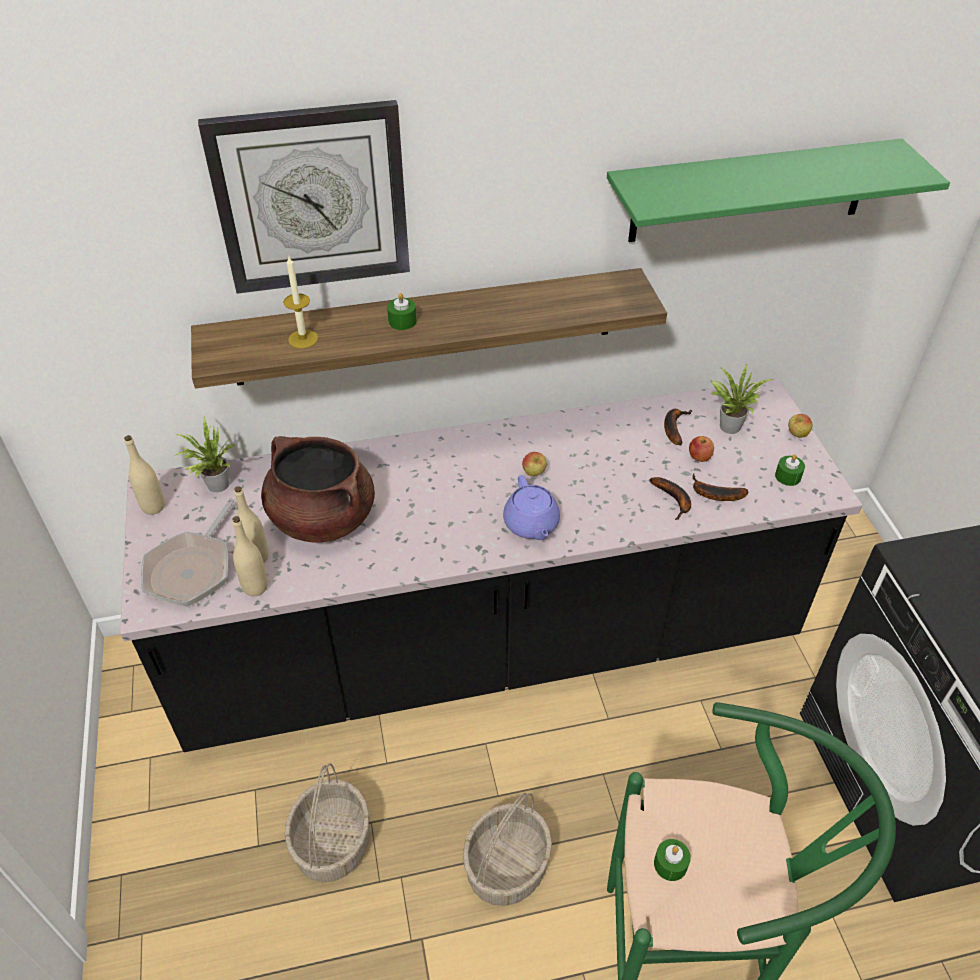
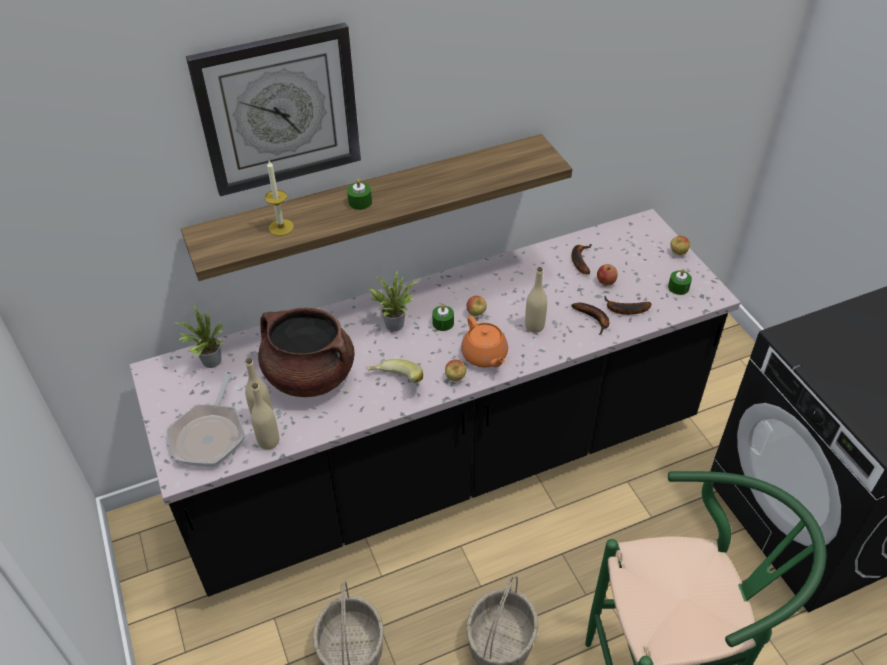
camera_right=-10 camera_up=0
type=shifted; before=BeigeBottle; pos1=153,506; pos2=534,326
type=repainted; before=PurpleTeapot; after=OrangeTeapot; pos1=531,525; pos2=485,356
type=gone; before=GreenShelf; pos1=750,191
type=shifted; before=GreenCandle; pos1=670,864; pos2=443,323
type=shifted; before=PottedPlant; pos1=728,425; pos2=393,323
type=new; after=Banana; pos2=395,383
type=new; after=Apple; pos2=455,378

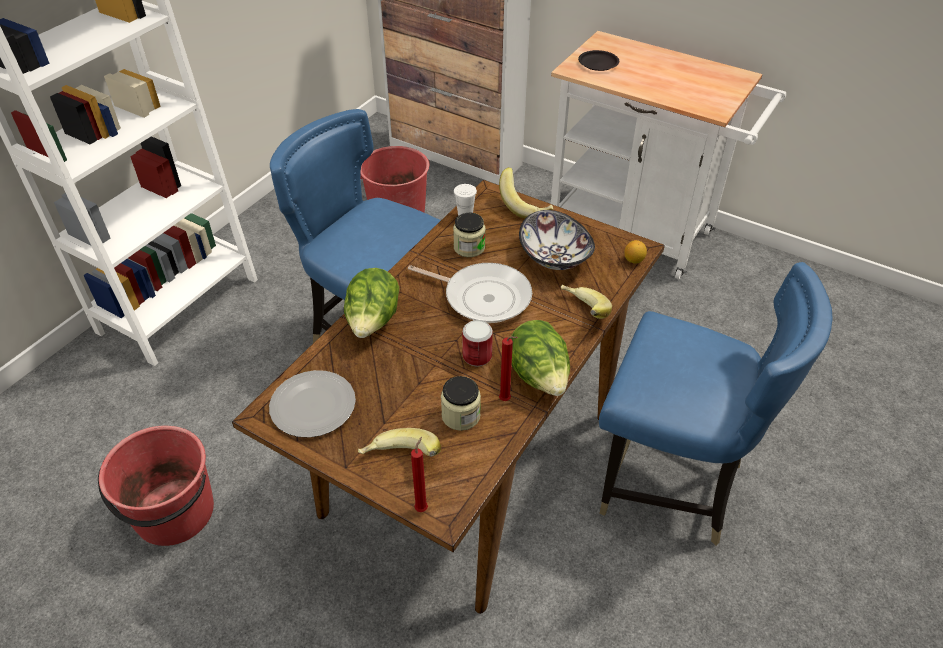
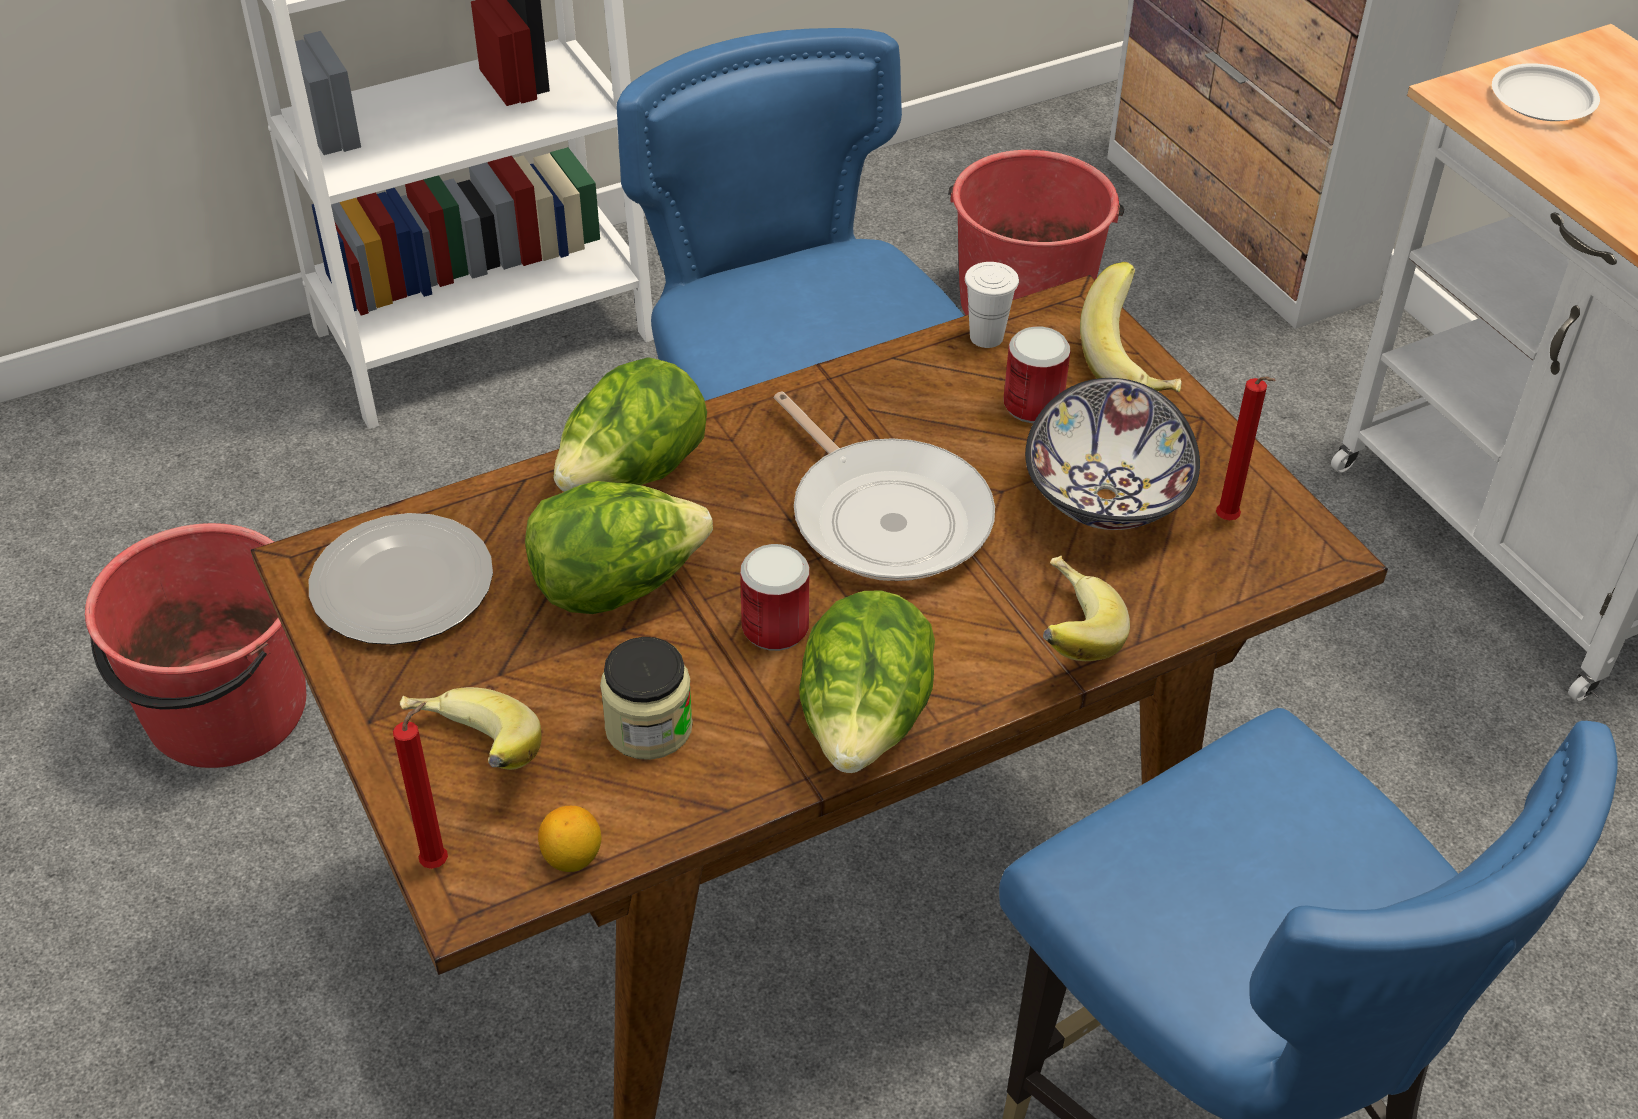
camera_right=30 camera_up=0
type=gone; before=Jar; pos1=469,247
type=shifted; before=RedCandle; pos1=506,400; pos2=1229,522
type=repainted; before=BlackPlate; after=WhitePlate; pos1=598,63; pos2=1541,100
type=shifted; before=Lemon; pos1=634,260; pos2=572,858
type=new; after=Lettuce; pos2=617,586
type=new; after=Can; pos2=1032,405

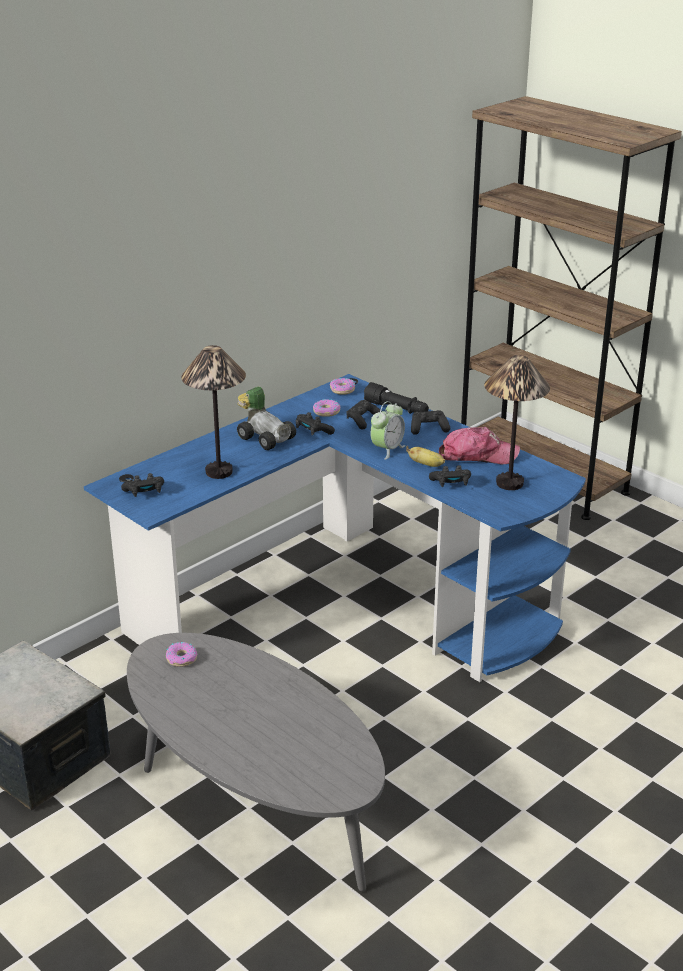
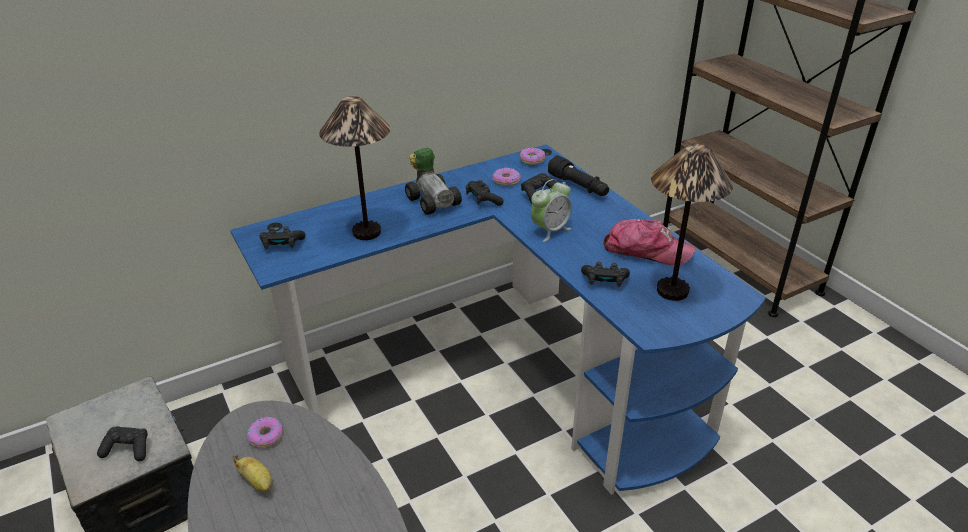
camera_right=15 camera_up=5
type=shifted; before=Banana; pos1=426,465; pos2=258,482
type=shifted; before=BlackGameController; pos1=428,429; pos2=128,449

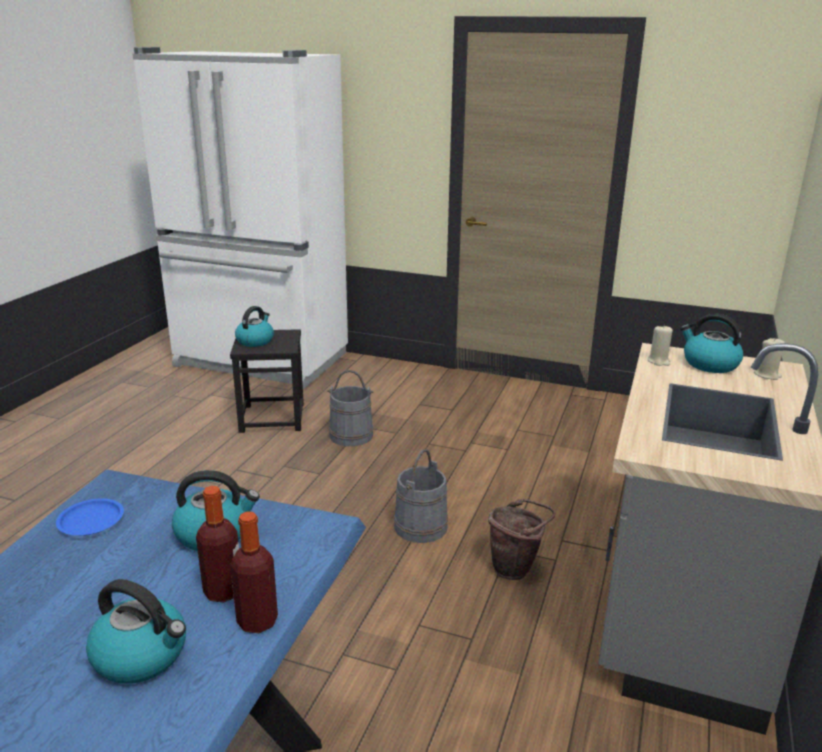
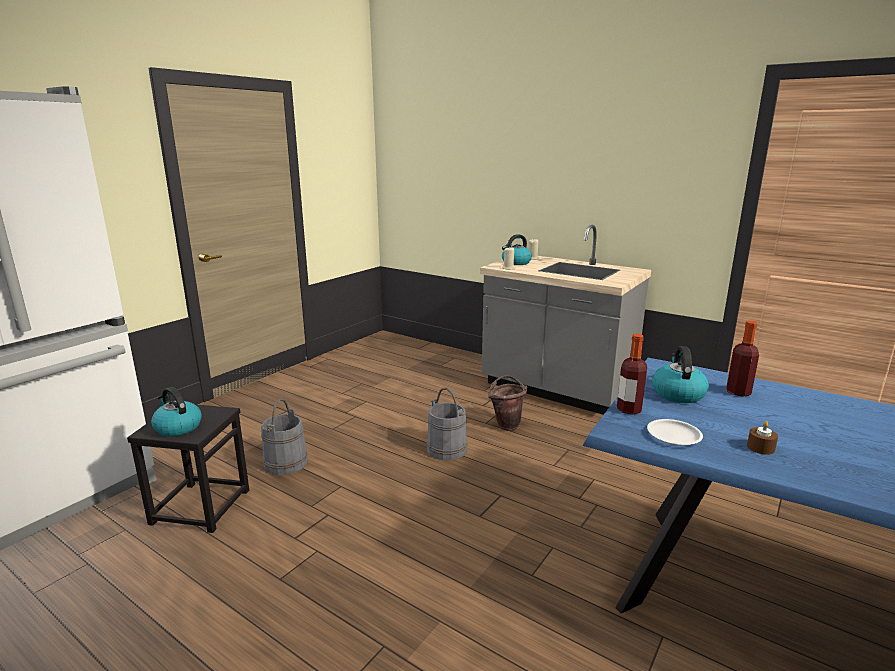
camera_right=-75 camera_up=-5
type=repainted; before=BluePlate; after=WhitePlate; pos1=91,521; pos2=673,435
type=gone; before=Kettle; pos1=142,655
type=shifted; before=Bottle; pos1=257,621; pos2=629,409
type=new; after=BrownCandle; pos2=760,448

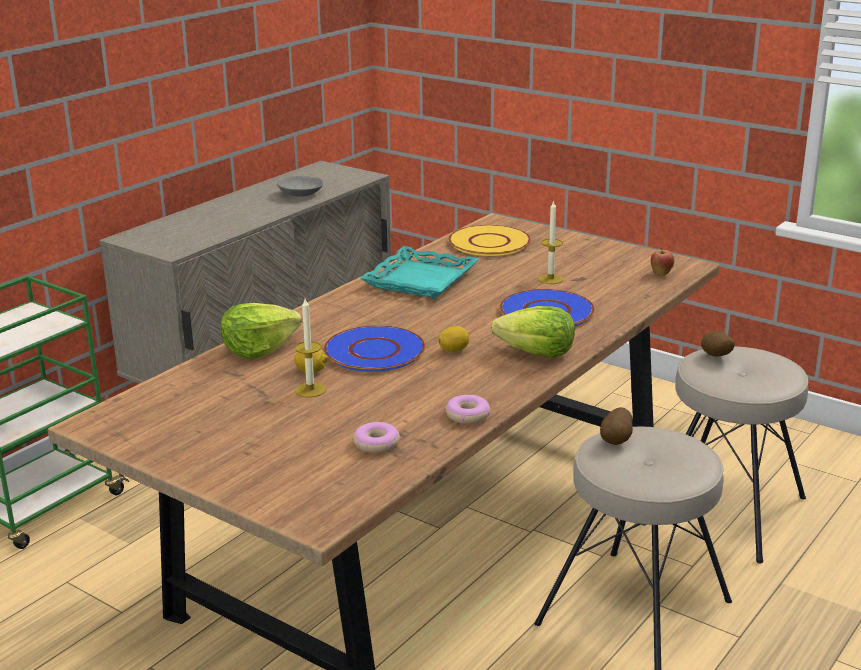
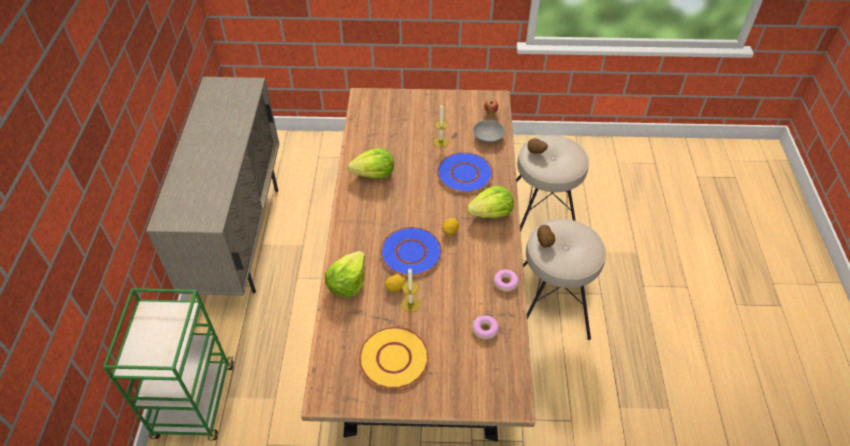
camera_right=-35 camera_up=25
type=shifted; before=GreyBowl; pos1=301,194; pos2=488,136
type=swapped; before=TurquoiseTray; after=Lettuce; pos1=421,280; pos2=374,174
type=shifted; before=YellowPlate; pos1=489,242; pos2=394,358

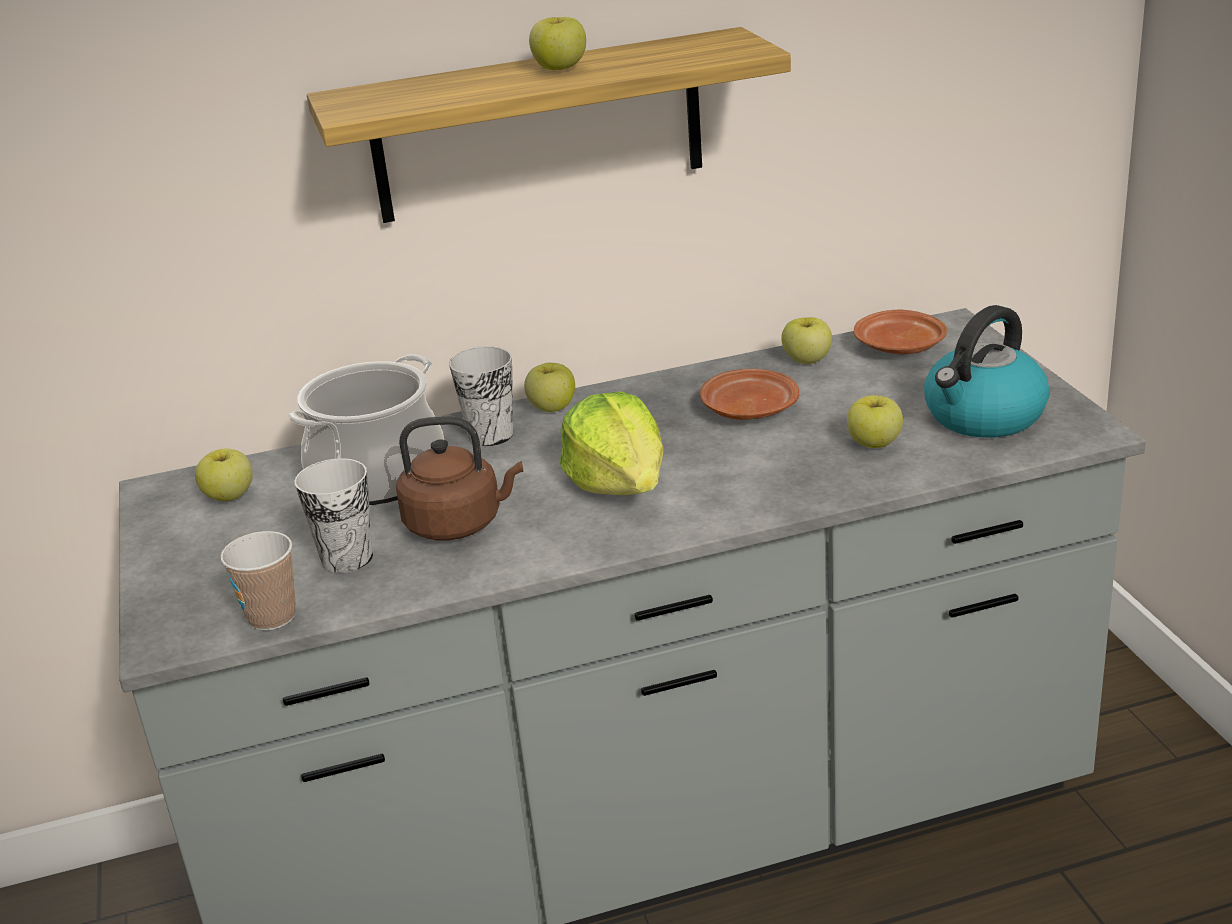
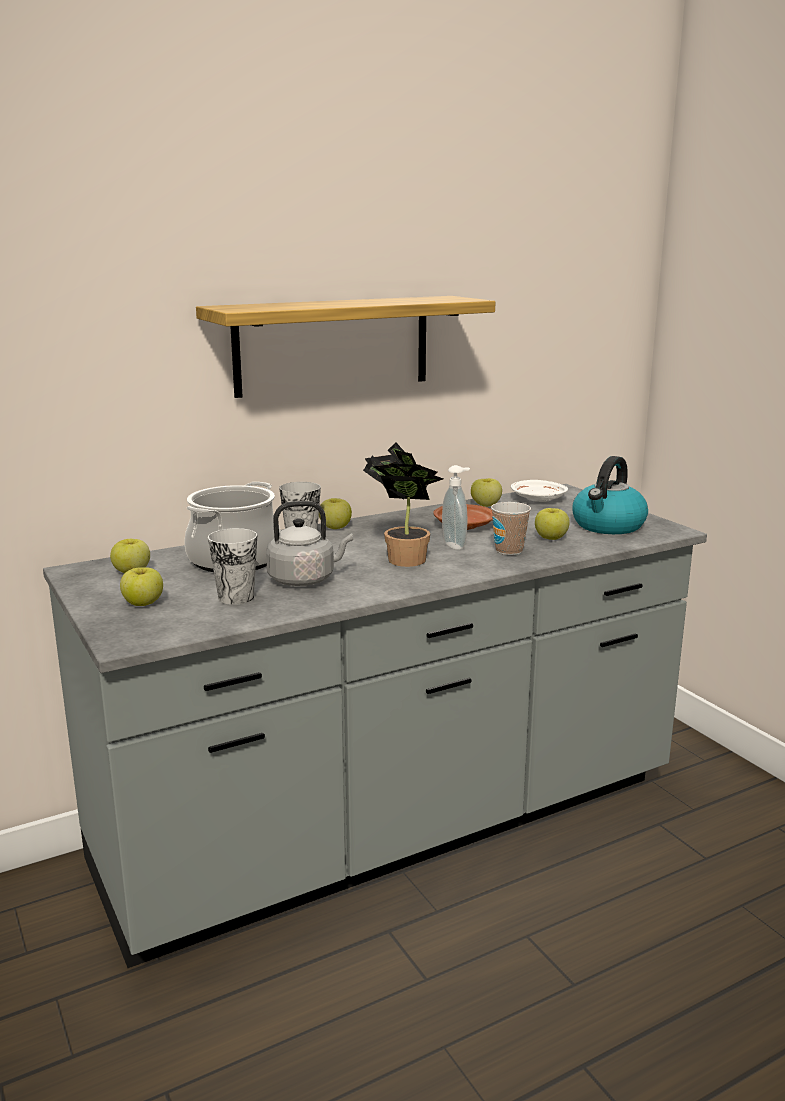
camera_right=-15 camera_up=-10
type=shifted; before=Cup; pos1=272,617; pos2=509,551
type=repainted; before=BrownKettle; after=GreyKettle; pos1=459,524; pos2=305,579
type=shifted; before=Apple; pos1=560,68; pos2=143,603
type=swapped; before=Lettuce; after=PottedPlant; pos1=620,483; pos2=402,559
type=repainted; before=BrownPlate; after=WhitePlate; pos1=900,347; pos2=538,499
type=new; after=SoapDispenser; pos2=456,545

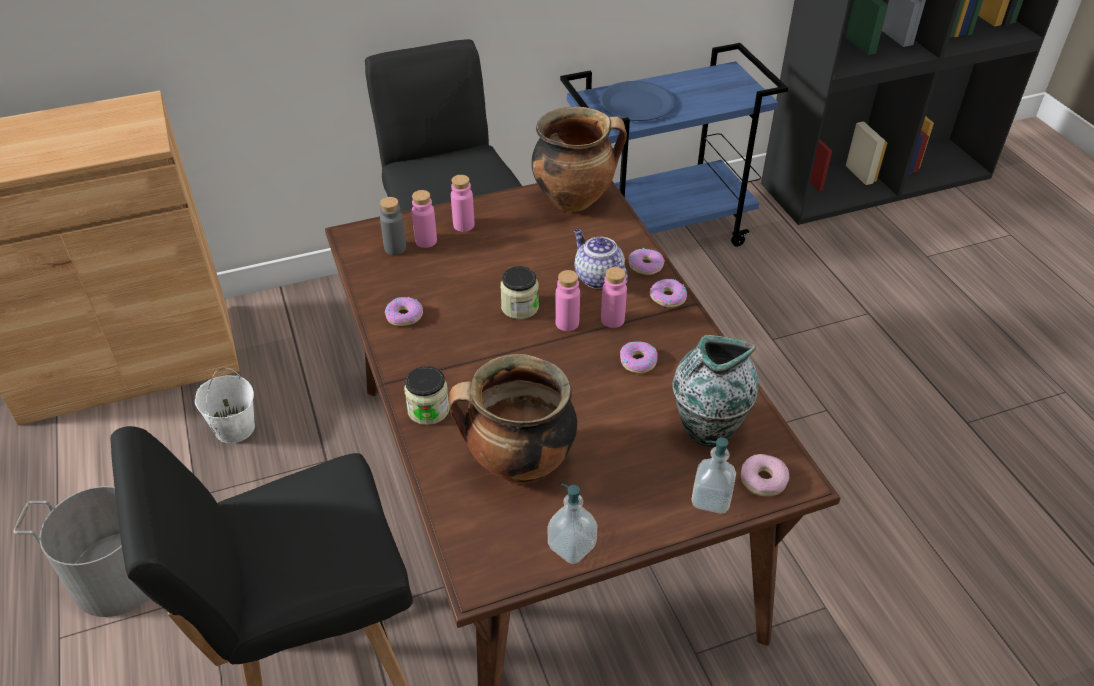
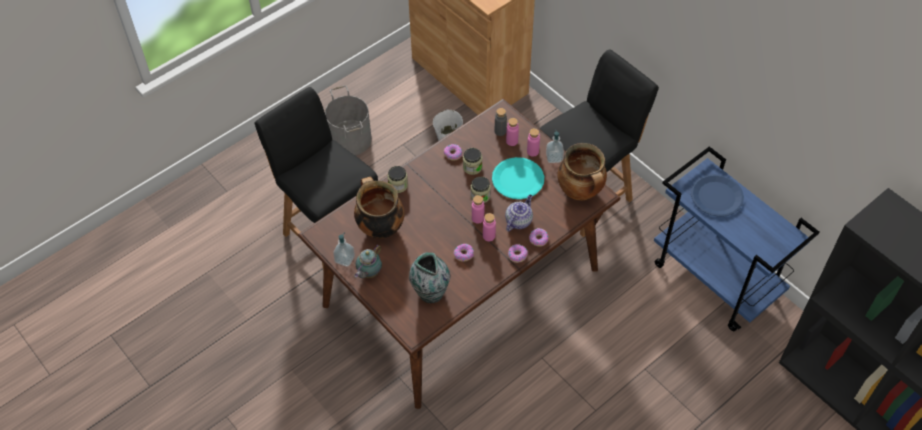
camera_right=70 camera_up=10
type=shifted; before=SoapDispenser; pos1=711,499; pos2=554,157
type=gone; before=Donut; pos1=763,480
type=new; after=Teapot; pos2=369,273
type=new; after=Jar; pos2=472,167
type=new; after=TurquoisePlate; pos2=517,179

